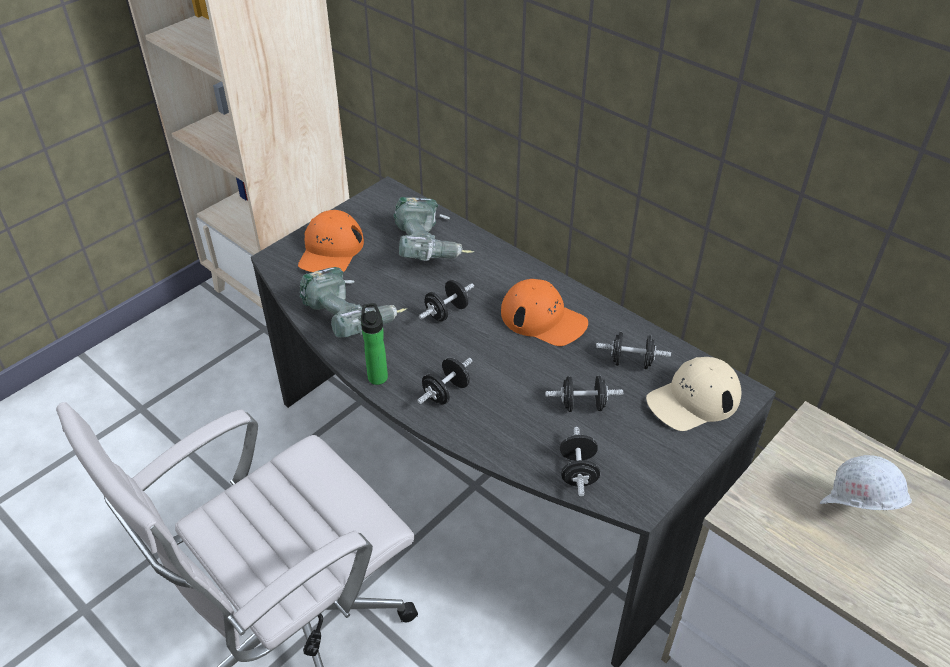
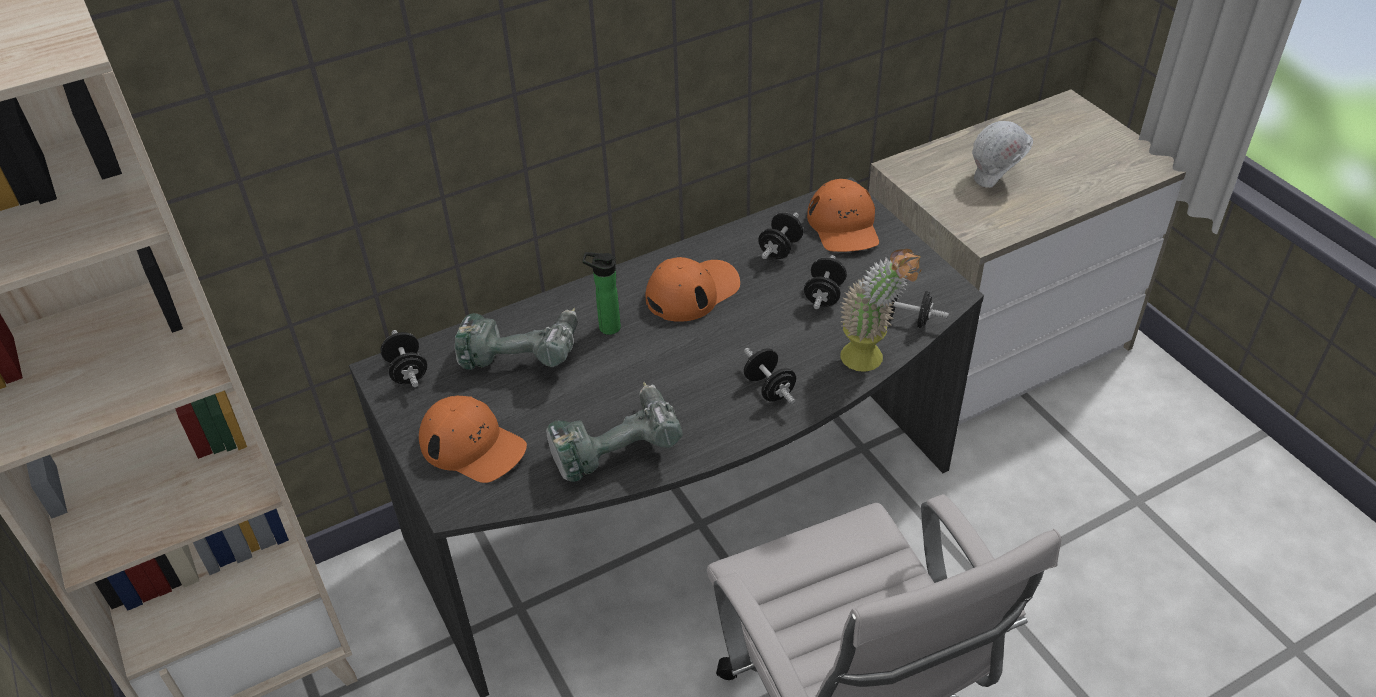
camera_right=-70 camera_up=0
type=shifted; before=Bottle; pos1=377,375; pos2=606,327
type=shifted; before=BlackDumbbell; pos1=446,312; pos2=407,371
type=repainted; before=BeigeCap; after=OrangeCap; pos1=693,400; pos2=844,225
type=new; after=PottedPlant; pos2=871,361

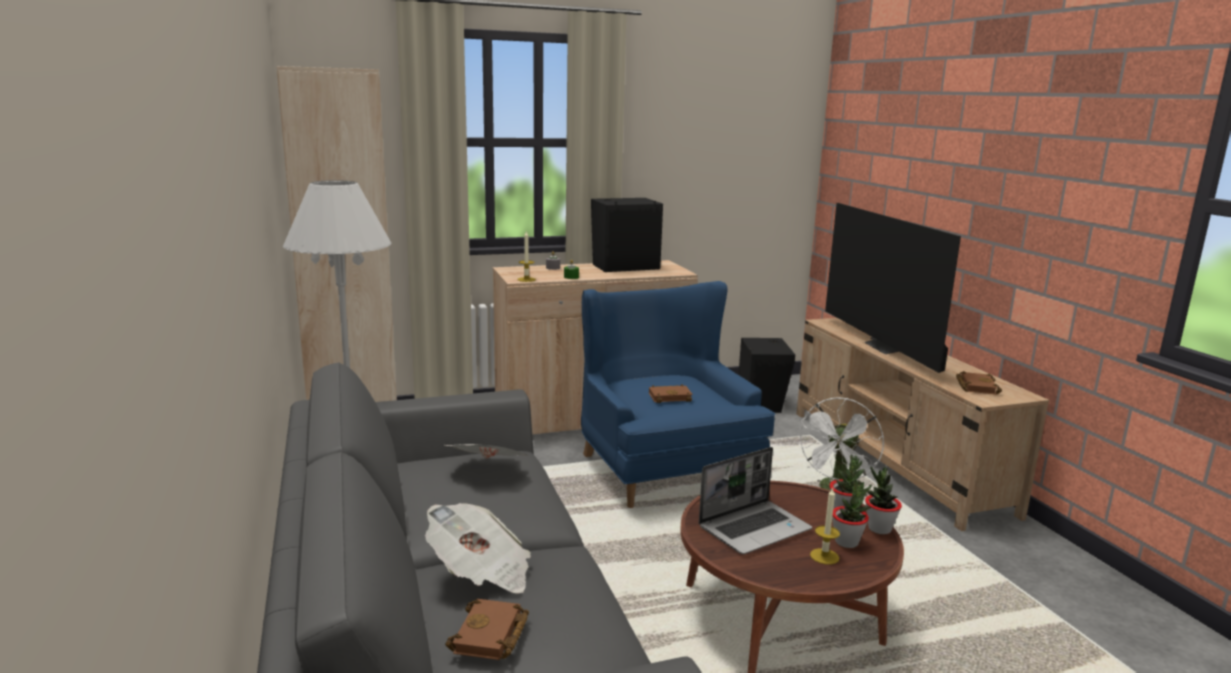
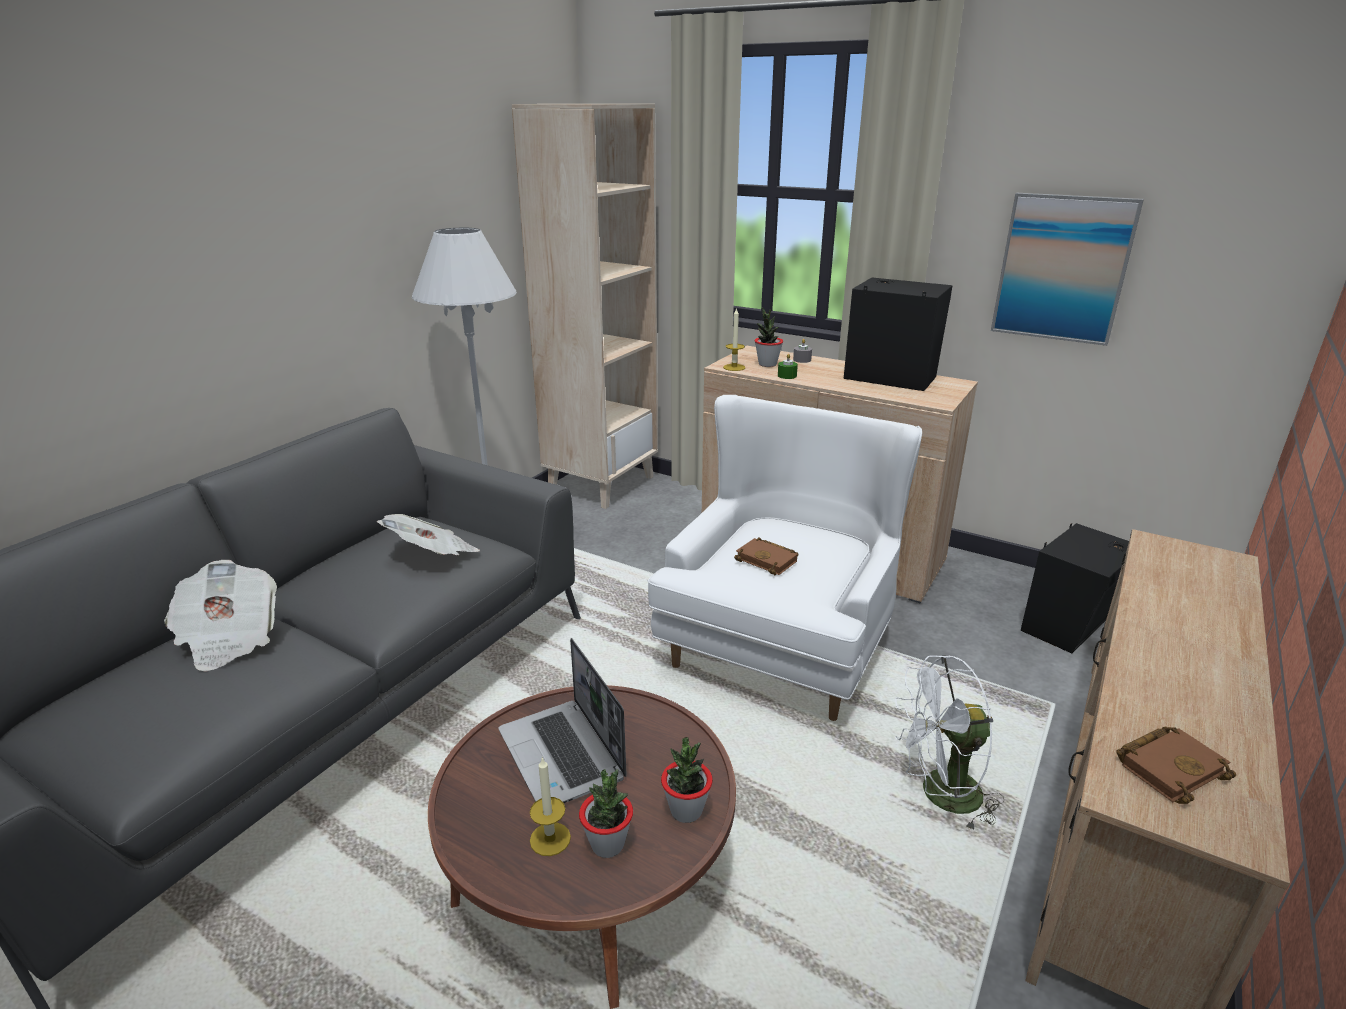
camera_right=50 camera_up=10
type=gone; before=BrownBook; pos1=491,636
type=repainted; before=BlueArmchair; after=WhiteArmchair; pos1=662,468; pos2=784,643
type=rotated; before=Laptop; pos1=755,528; pos2=563,755; turn=45
type=gone; before=Television; pos1=886,347
type=shifted; before=PottedPlant; pos1=879,529; pos2=767,364
type=new; after=Picture; pos2=1062,268

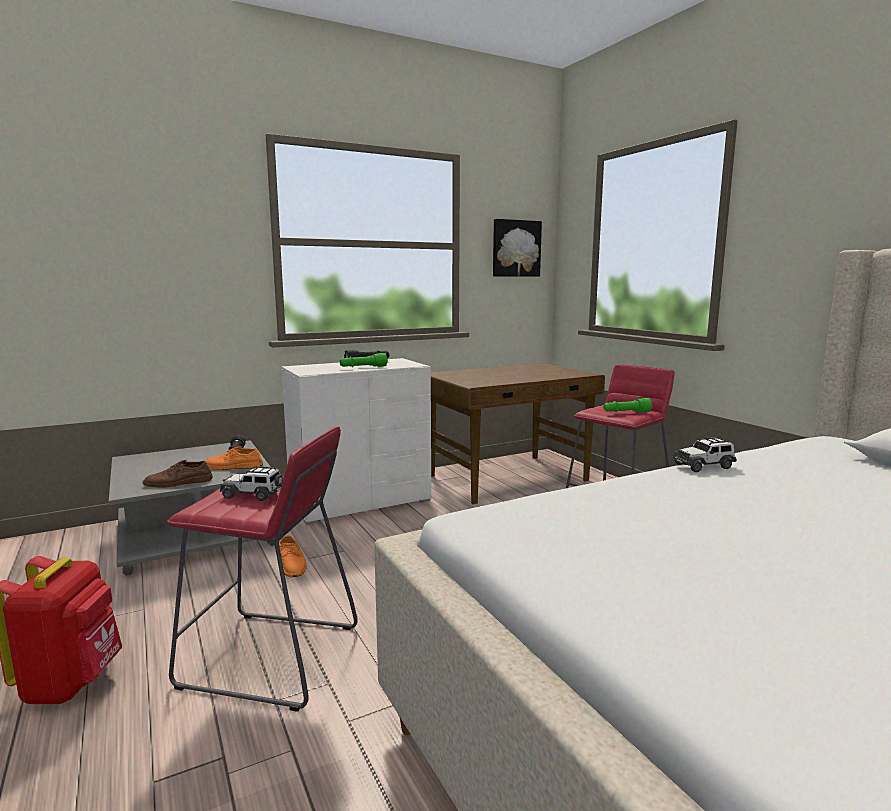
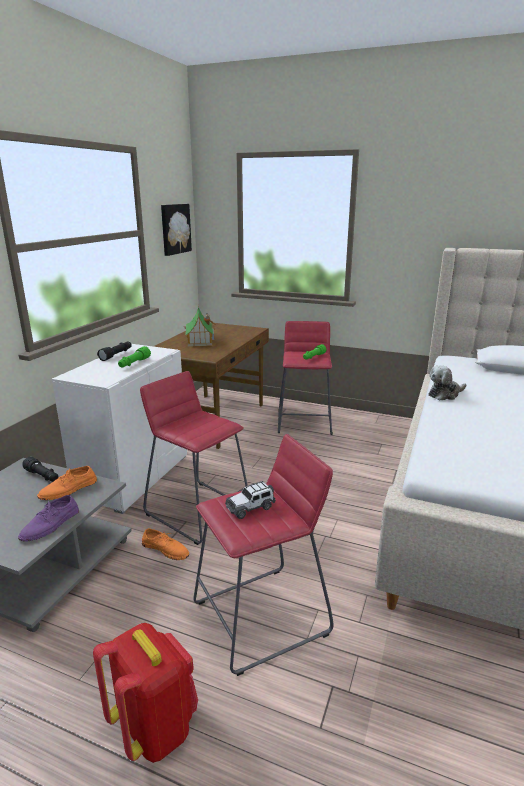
camera_right=-40 camera_up=10
type=repainted; before=BrownShoe; after=PurpleShoe; pos1=178,482; pos2=50,525
type=swapped; before=ToyCar; after=PlushToy; pos1=704,466; pos2=445,394
type=new; after=RedStool; pos2=198,511
type=new; after=ToyHouse; pos2=200,340

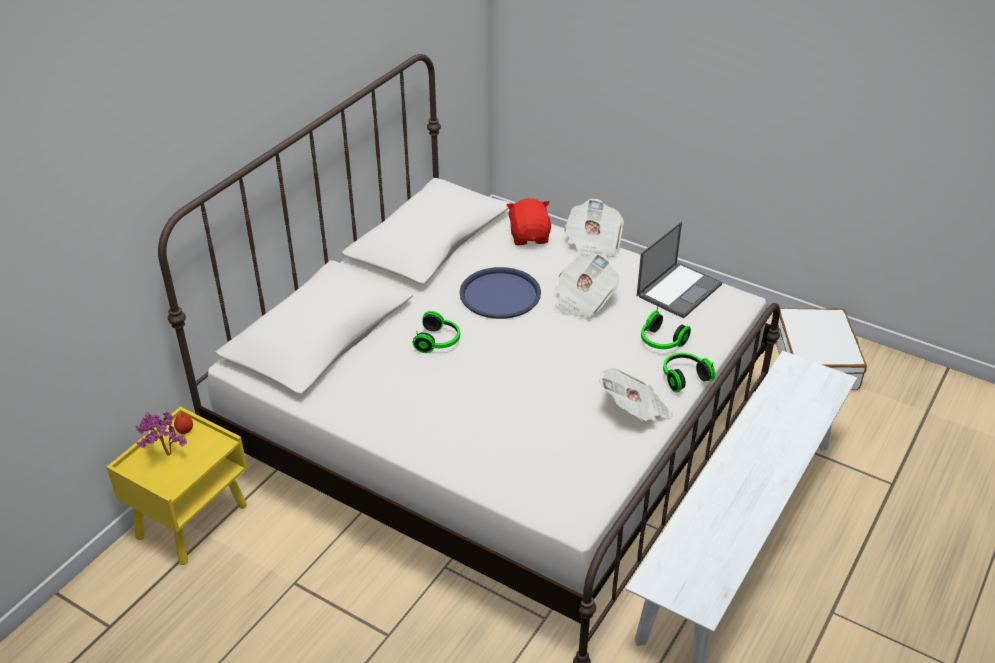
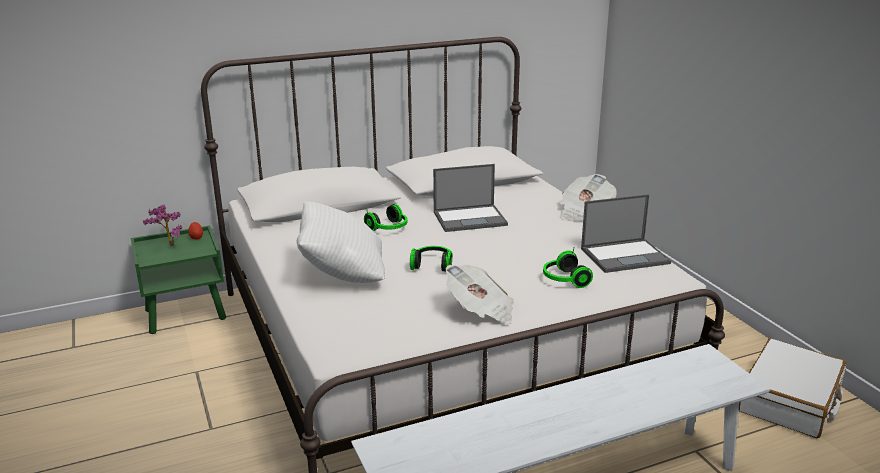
camera_right=35 camera_up=-15
type=repainted; before=YellowNightstand; after=GreenNightstand; pos1=193,520; pos2=186,314
type=swapped; before=BlueTray; after=Laptop; pos1=500,294; pos2=470,218
type=gone; before=RedPlushToy; pos1=530,237
type=gone; before=Newspaper; pos1=582,301
type=shifted; before=Headphones; pos1=683,377; pos2=433,265
type=new; after=WhitePillow; pos2=343,274

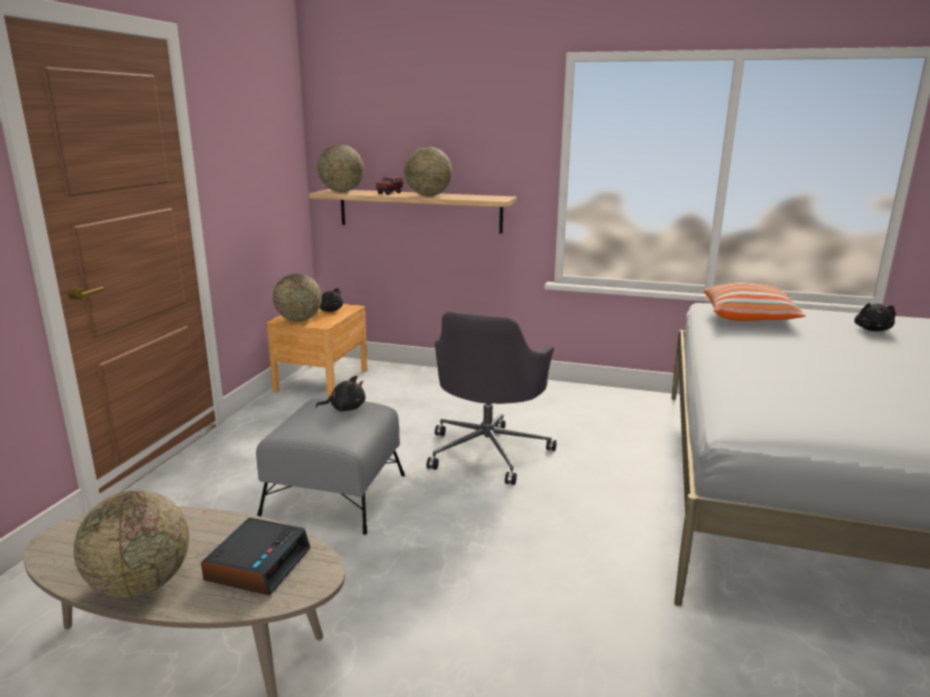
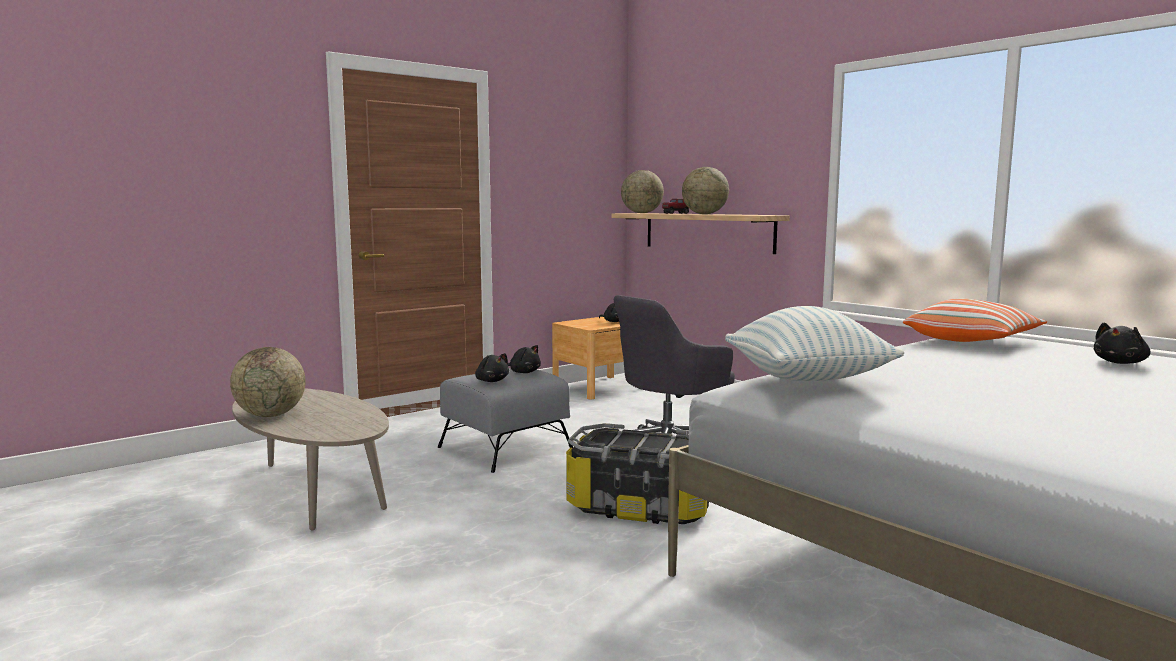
camera_right=35 camera_up=-10
type=gone; before=AlarmClock; pos1=258,564
type=gone; before=Globe; pos1=299,320
type=new; after=BlackPlushToy; pos2=491,381
type=new; after=StorageBox; pos2=640,507
type=new; after=Pillow; pos2=807,380

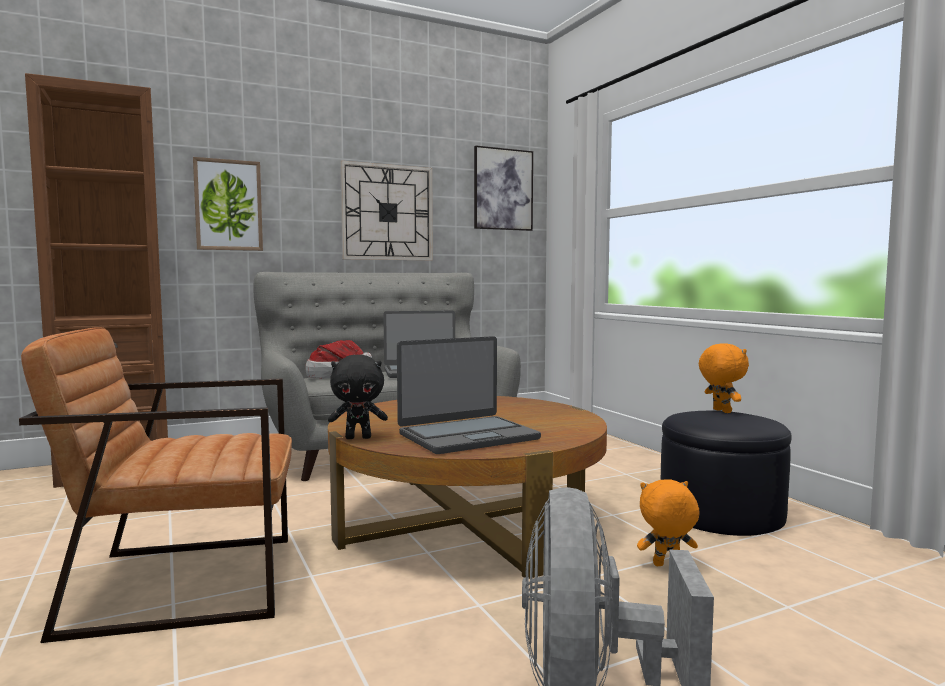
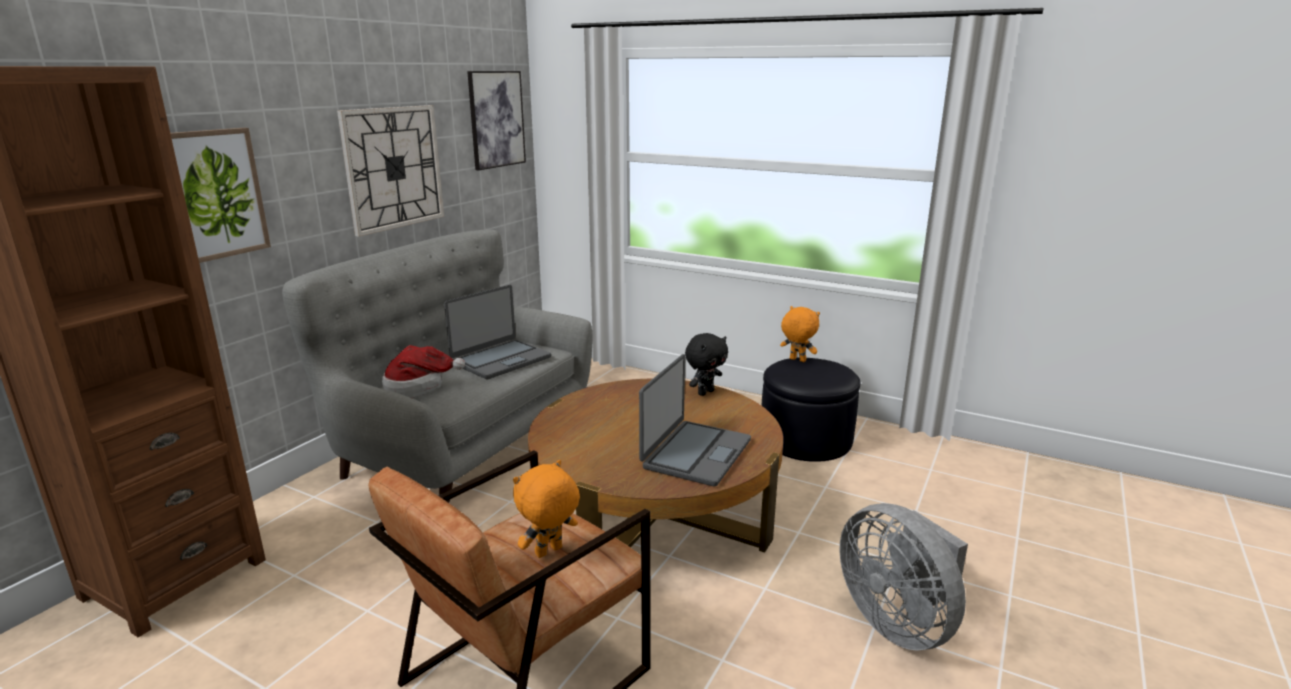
camera_right=-35 camera_up=15
type=shifted; before=BlackPlushToy; pos1=358,437; pos2=705,392
type=shifted; before=OrangePlushToy; pos1=666,565; pos2=549,552

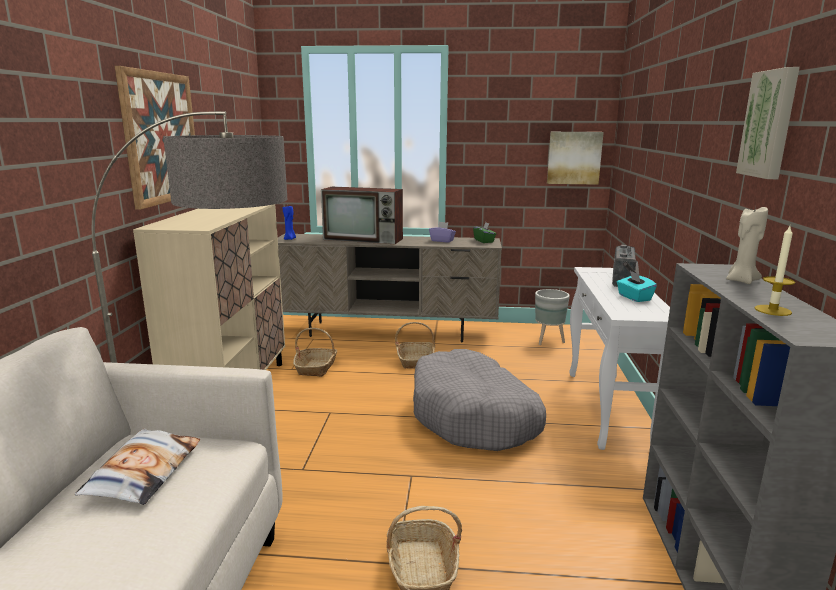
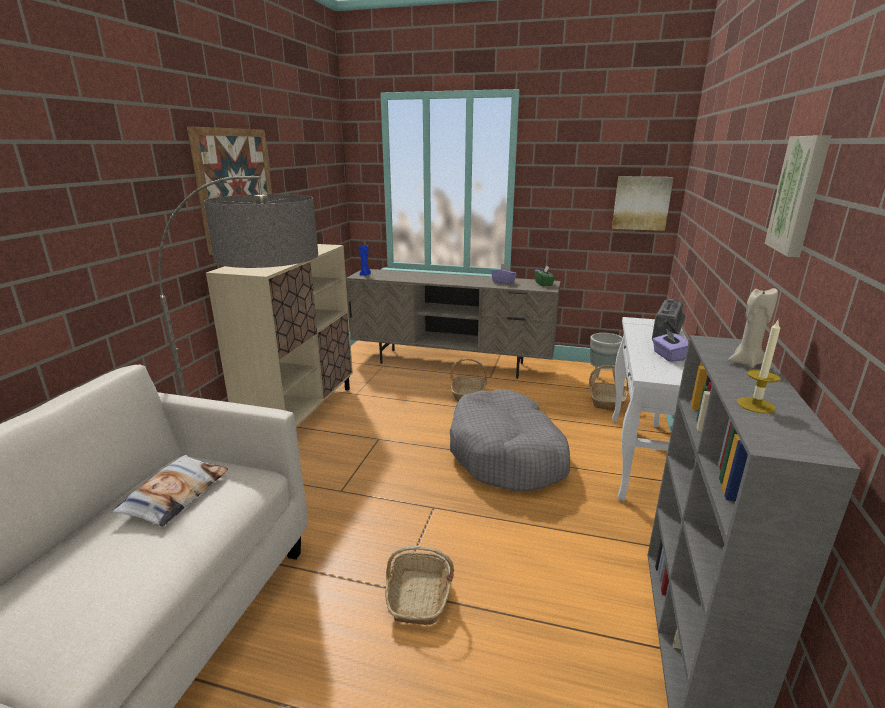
camera_right=10 camera_up=5
type=shifted; before=Basket; pos1=316,367; pos2=607,401
type=gone; before=Television; pos1=364,239
type=repainted; before=TurquoiseTissueBox; after=PurpleTissueBox; pos1=634,297; pos2=668,356

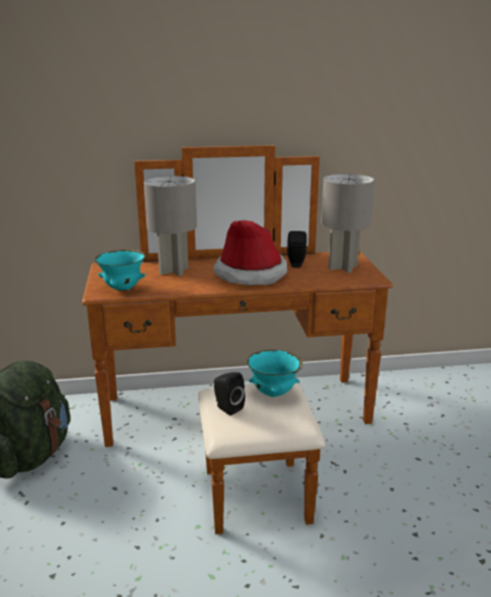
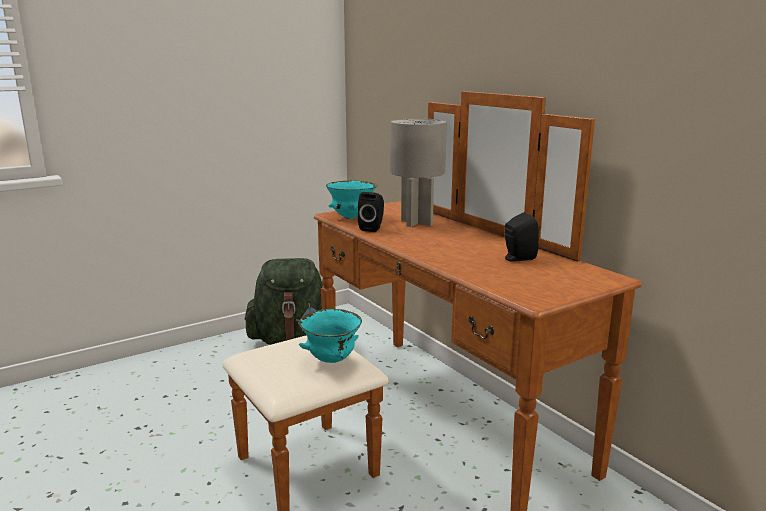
camera_right=65 camera_up=-5
type=gone; before=Hat; pos1=250,274
type=shifted; before=BlackSpeaker; pos1=227,408; pos2=372,228
type=gone; before=GreyTableLamp; pos1=342,268

